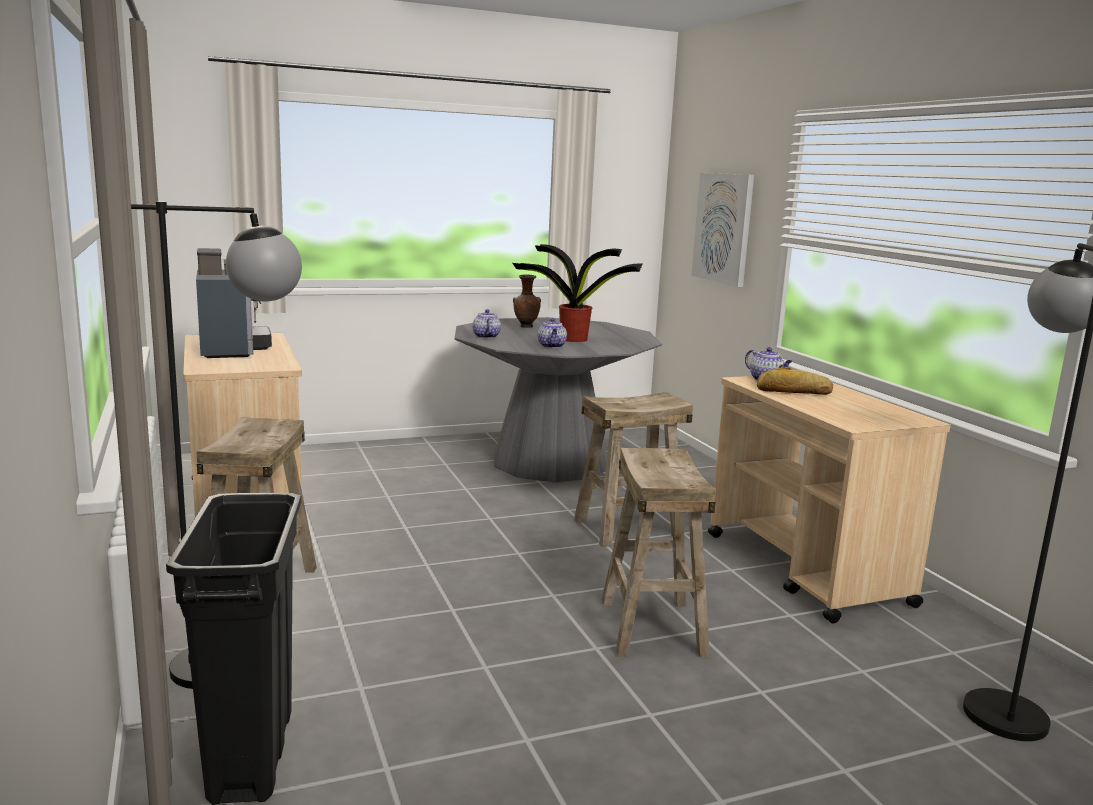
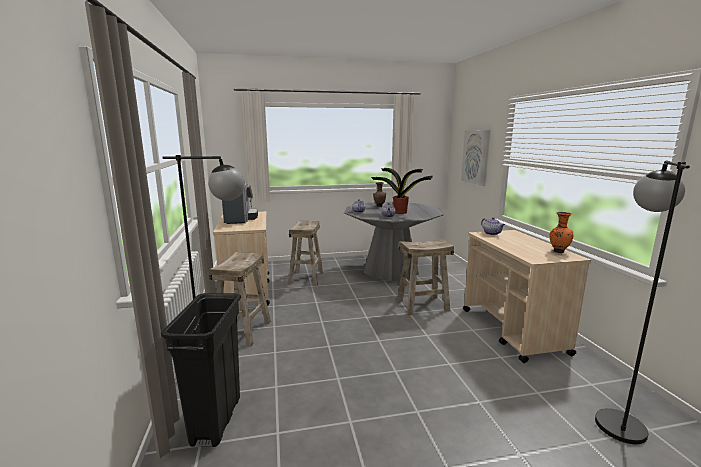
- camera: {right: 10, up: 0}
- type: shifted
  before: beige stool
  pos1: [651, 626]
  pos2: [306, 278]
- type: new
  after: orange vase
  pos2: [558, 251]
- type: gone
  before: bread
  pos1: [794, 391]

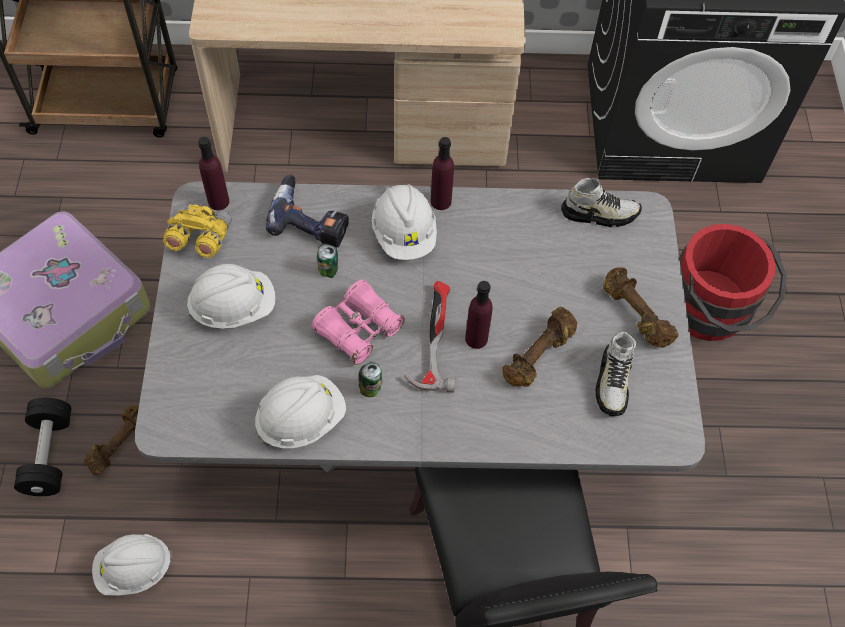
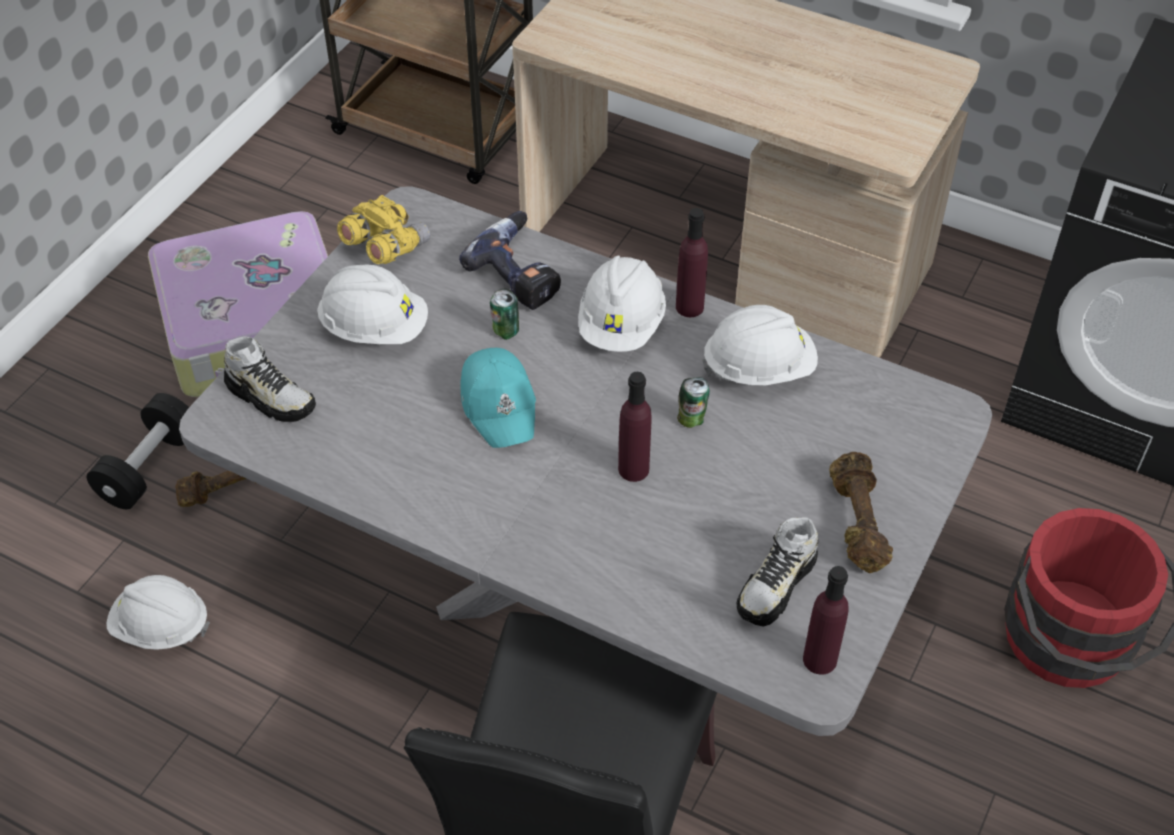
- camera: {right: 30, up: -10}
- type: shifted
  before: shoe
  pos1: [599, 213]
  pos2: [271, 397]
- type: swapped
  before: pink binoculars
  after: turquoise cap
  pos1: [358, 329]
  pos2: [500, 404]
- type: shifted
  before: can
  pos1: [371, 389]
  pos2: [691, 420]
- type: shifted
  before: white hard hat
  pos1: [301, 419]
  pos2: [759, 368]
- type: shifted
  before: purple bottle
  pos1: [218, 201]
  pos2: [819, 659]
- type: gone
  before: hammer
  pos1: [433, 338]
- type: gone
  before: brown dumbbell
  pos1: [539, 356]

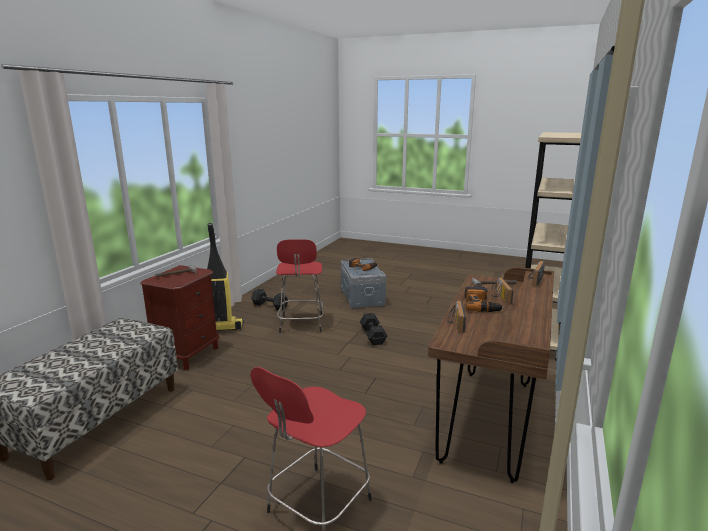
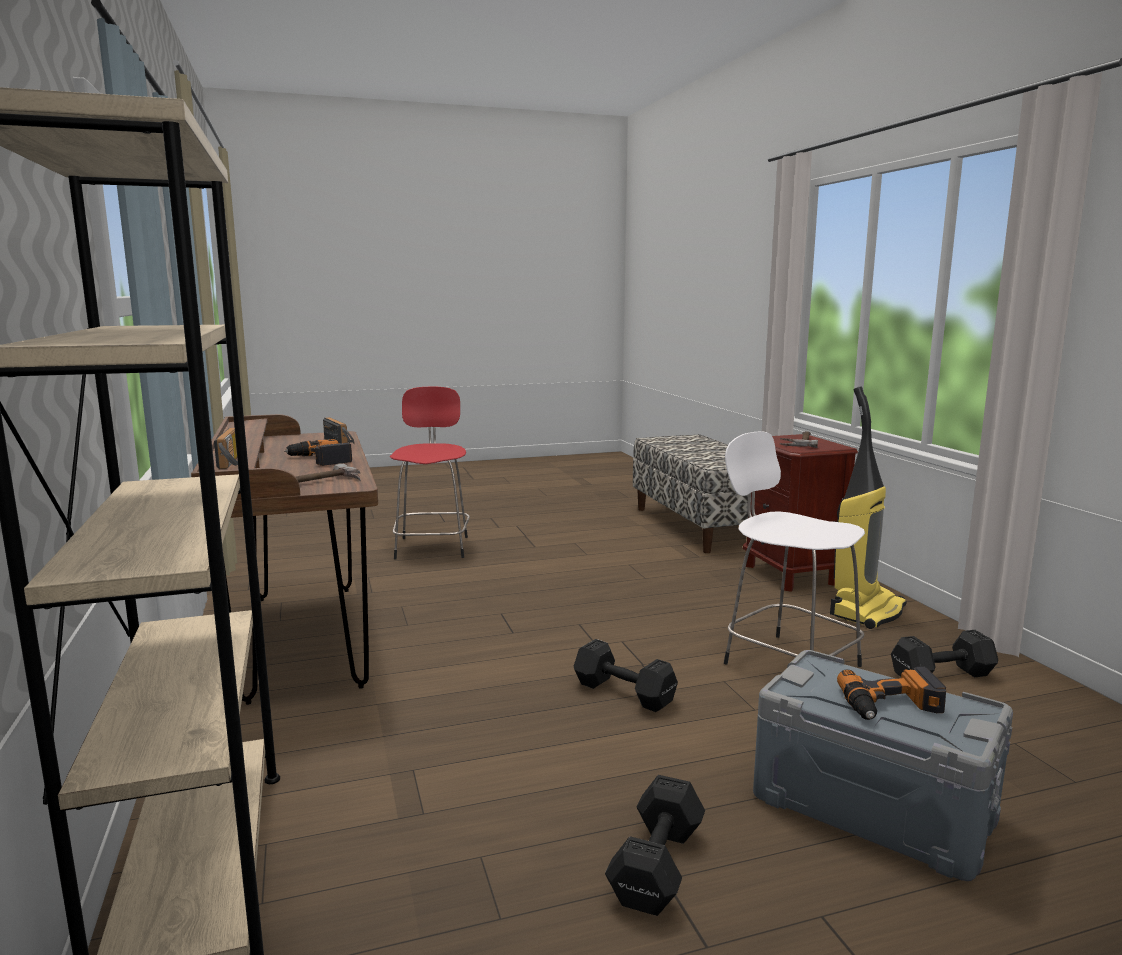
- camera: {right: 140, up: -5}
- type: new
  after: black dumbbell
  pos2: [654, 868]
- type: repainted
  before: red stool
  after: white stool
  pos1: [301, 324]
  pos2: [787, 663]
- type: gone
  before: radio
  pos1: [499, 297]

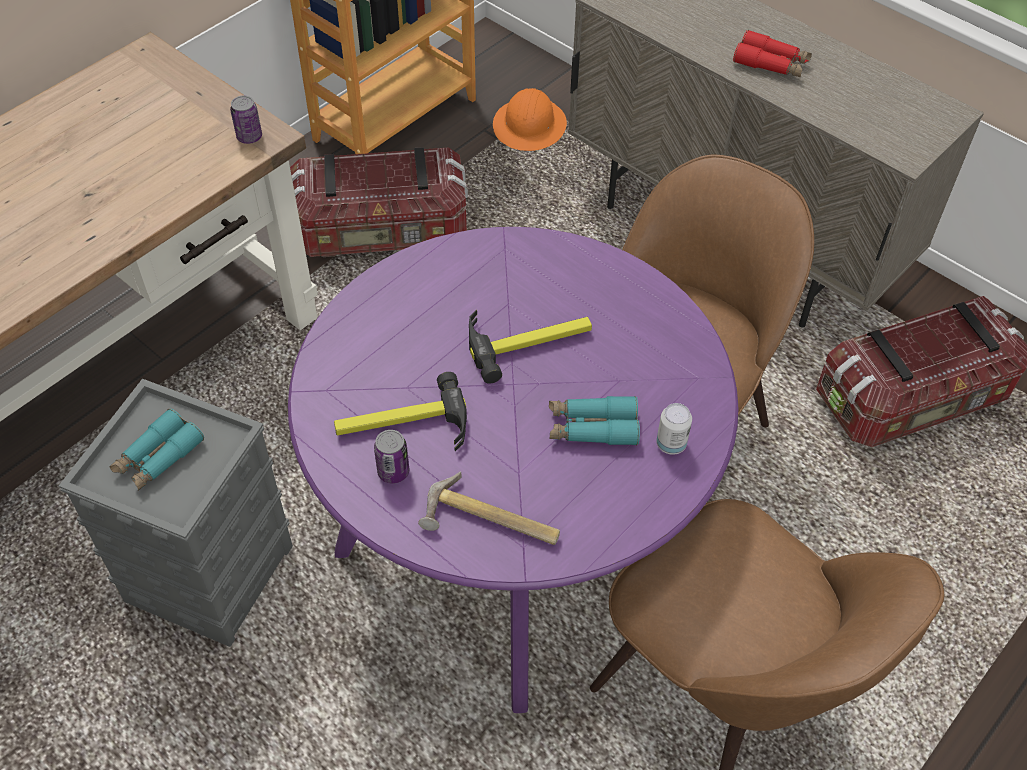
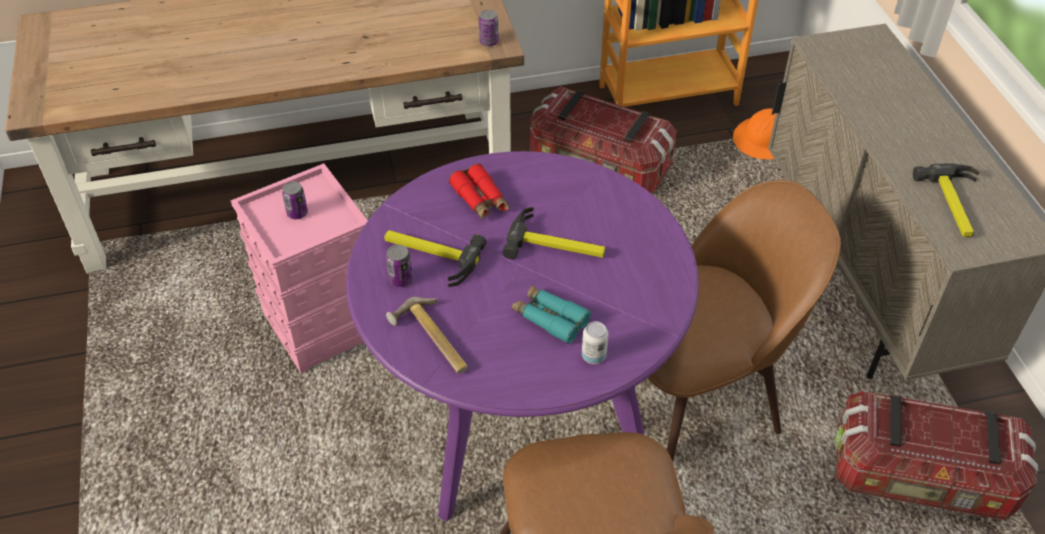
- camera: {right: 35, up: -5}
- type: repainted
  before: grey storage box
  after: pink storage box
  pos1: [209, 573]
  pos2: [324, 324]
- type: swapped
  before: turquoise binoculars
  after: can
  pos1: [158, 457]
  pos2: [297, 213]
- type: shifted
  before: red binoculars
  pos1: [771, 63]
  pos2: [480, 199]
- type: new
  after: hammer
  pos2: [955, 205]

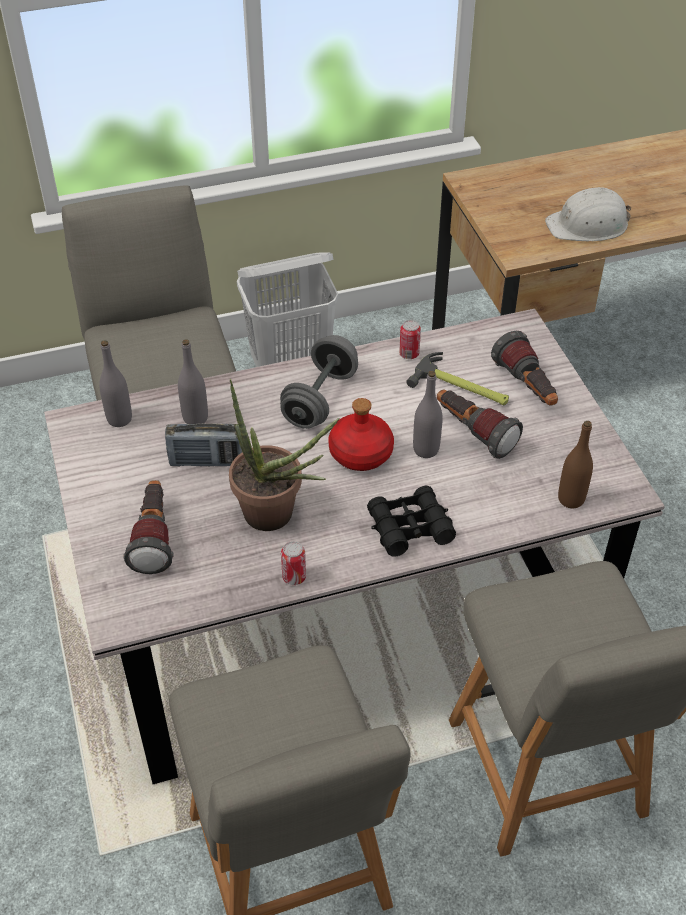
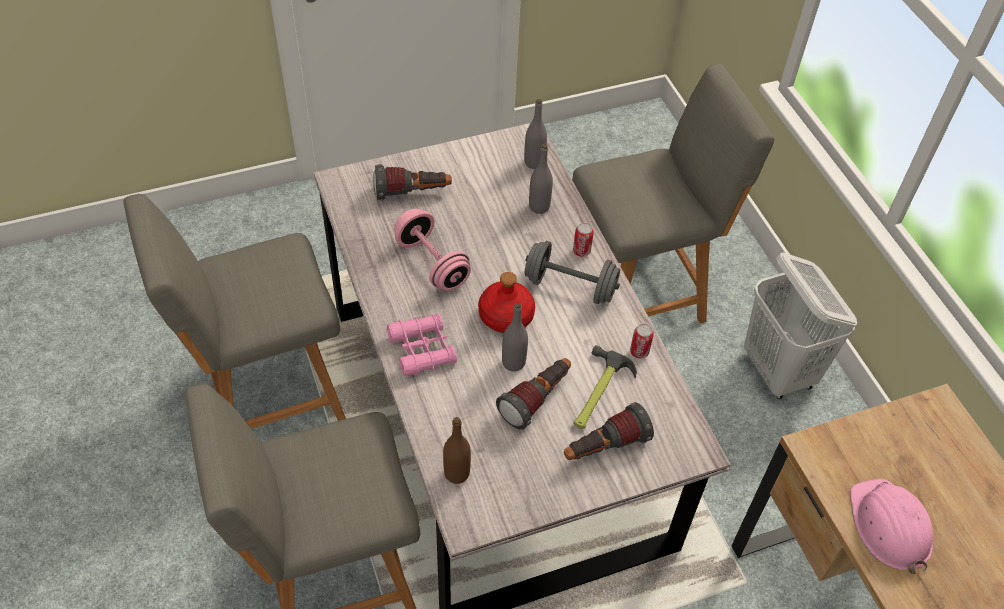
- camera: {right: 85, up: 5}
- type: repainted
  before: black binoculars
  after: pink binoculars
  pos1: [409, 527]
  pos2: [422, 349]
- type: swapped
  before: potted plant
  after: pink dumbbell
  pos1: [277, 518]
  pos2: [432, 263]
- type: shifted
  before: can
  pos1: [294, 577]
  pos2: [581, 251]
- type: repainted
  before: white hard hat
  after: pink hard hat
  pos1: [588, 225]
  pos2: [889, 526]
- type: gone
  before: radio
  pos1: [209, 461]

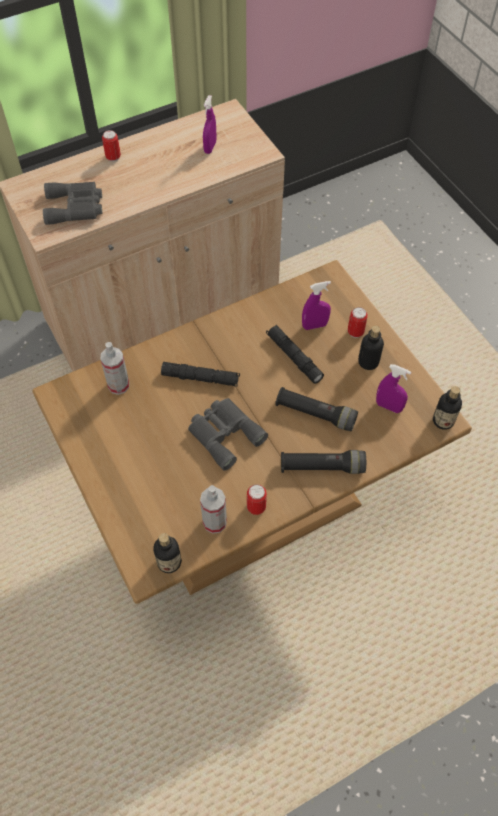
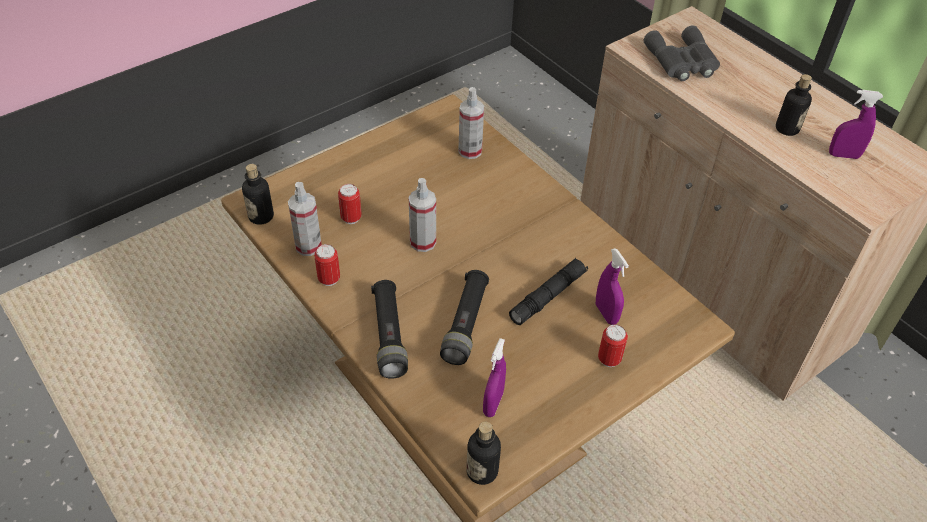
- camera: {right: 80, up: -10}
- type: shifted
  before: can
  pos1: [113, 157]
  pos2: [351, 218]
- type: swapped
  before: grey binoculars
  after: spray bottle
  pos1: [224, 433]
  pos2: [423, 242]
- type: shifted
  before: bottle
  pos1: [368, 362]
  pos2: [787, 129]
- type: gone
  before: black flashlight
  pos1: [200, 378]

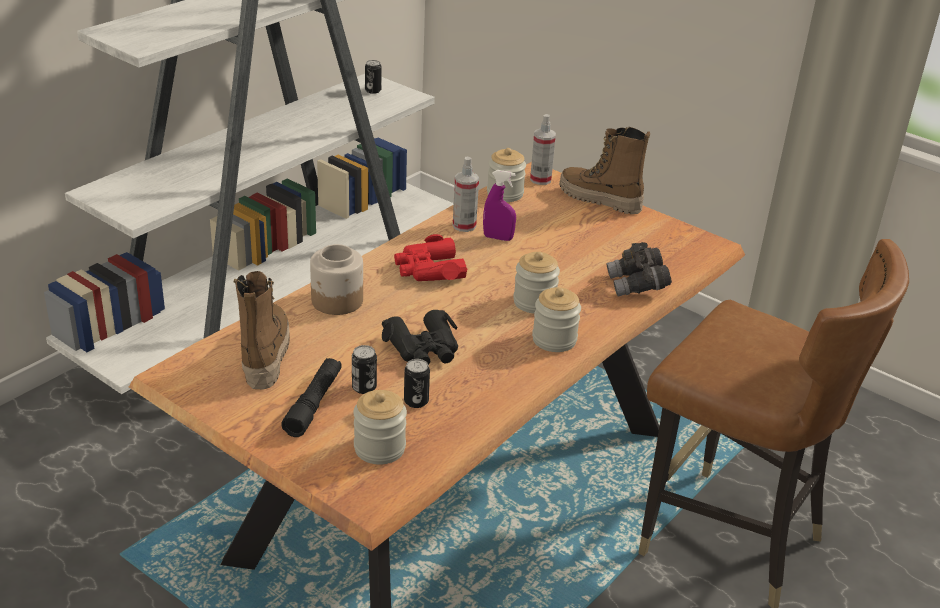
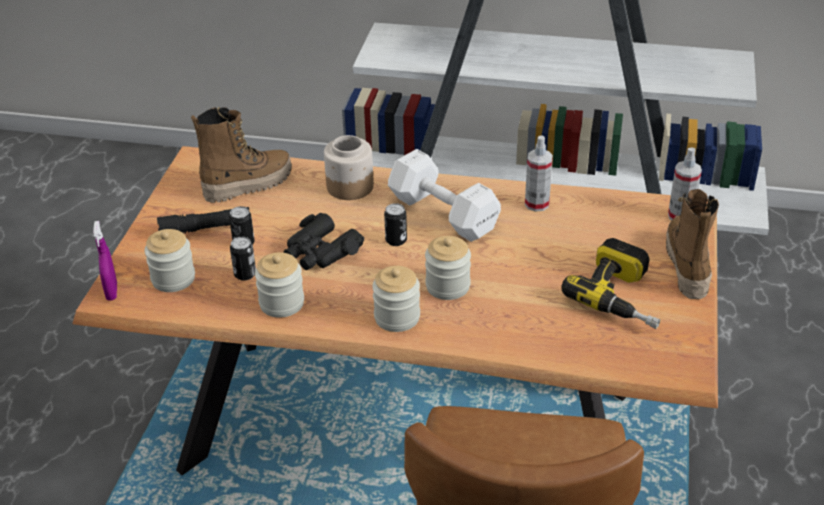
- camera: {right: 65, up: 5}
- type: shifted
  before: purple spray bottle
  pos1: [498, 238]
  pos2: [112, 292]
- type: shifted
  before: jar
  pos1: [505, 194]
  pos2: [282, 303]
- type: shifted
  before: can
  pos1: [373, 90]
  pos2: [396, 240]
- type: swapped
  before: red binoculars
  after: white dumbbell
  pos1: [429, 270]
  pos2: [442, 212]
- type: new
  after: power drill
  pos2: [623, 296]
- type: gone
  before: grey binoculars
  pos1: [637, 286]

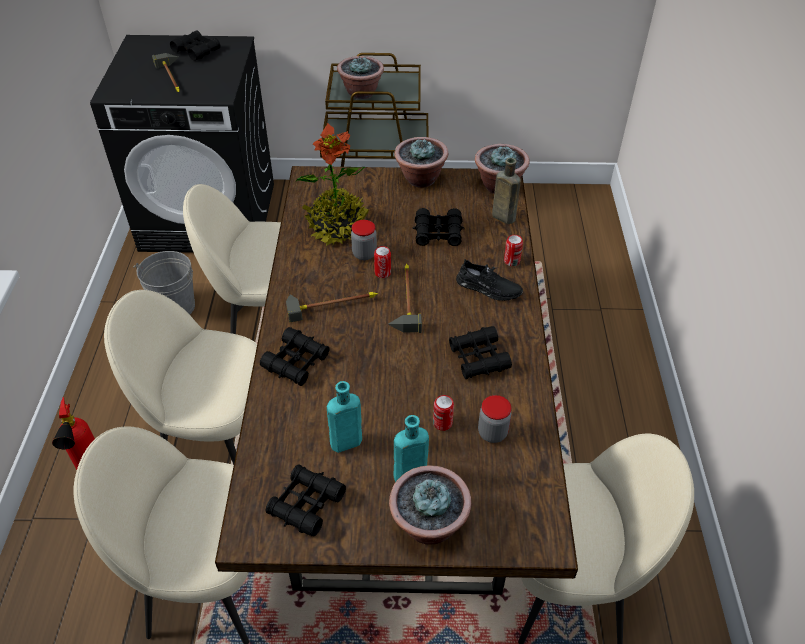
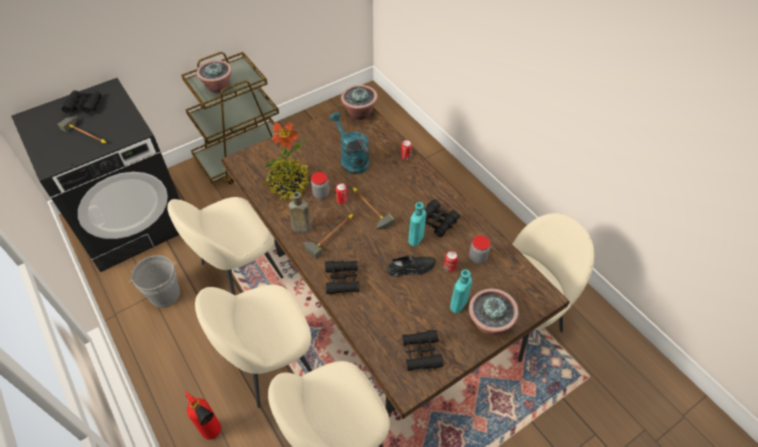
- camera: {right: -35, up: 5}
- type: shifted
  before: brown bottle
  pos1: [502, 216]
  pos2: [300, 228]
- type: swapped
  before: black binoculars
  after: turquoise watering can
  pos1: [438, 233]
  pos2: [351, 159]
- type: shifted
  before: black shoe
  pos1: [488, 288]
  pos2: [411, 268]
- type: shifted
  before: turquoise bottle
  pos1: [344, 443]
  pos2: [415, 240]
- type: gone
  before: potted plant
  pos1: [420, 179]

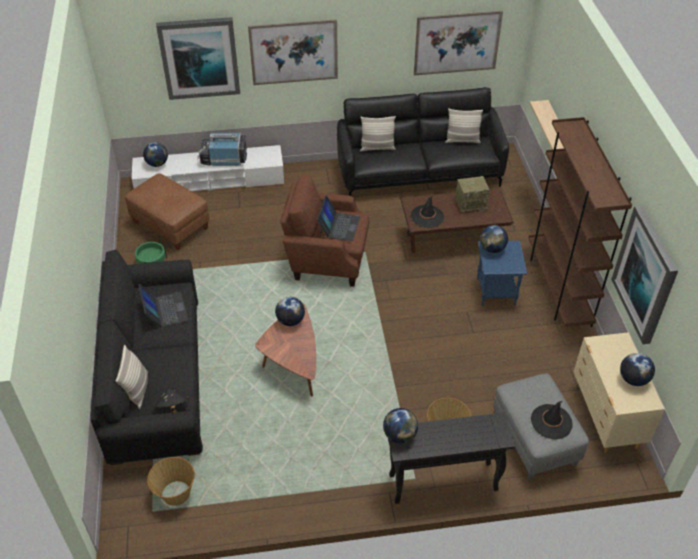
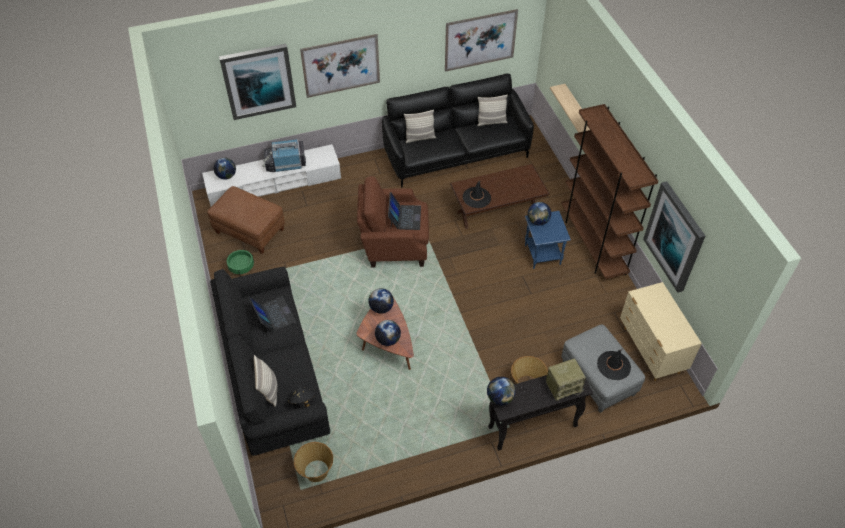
- camera: {right: -10, up: 5}
- type: shifted
  before: globe
  pos1: [633, 379]
  pos2: [388, 340]
- type: shifted
  before: radio
  pos1: [471, 203]
  pos2: [564, 386]

